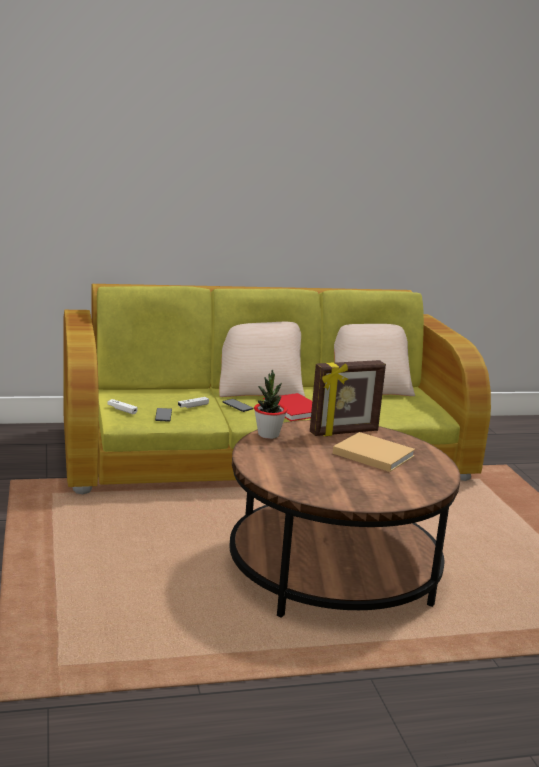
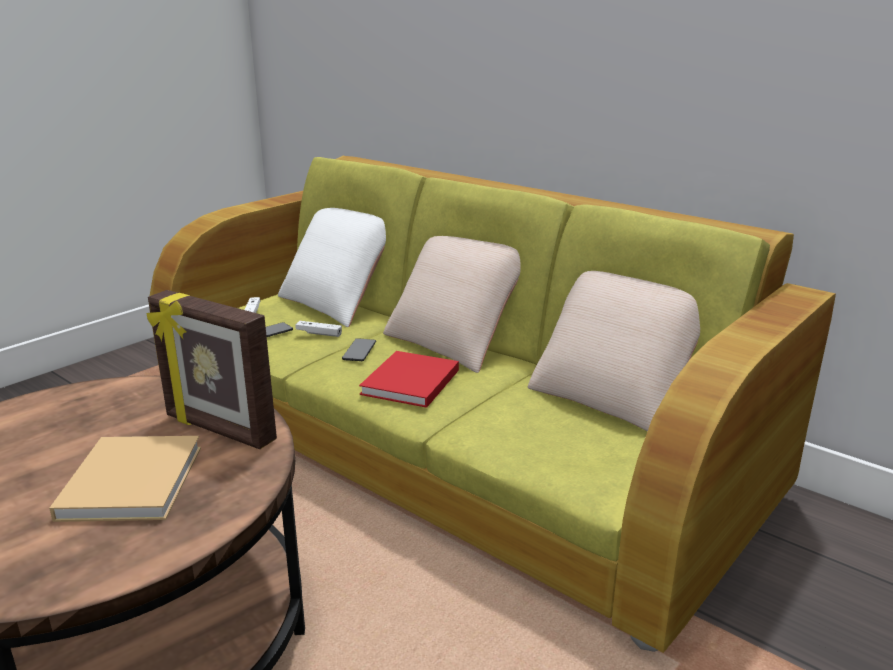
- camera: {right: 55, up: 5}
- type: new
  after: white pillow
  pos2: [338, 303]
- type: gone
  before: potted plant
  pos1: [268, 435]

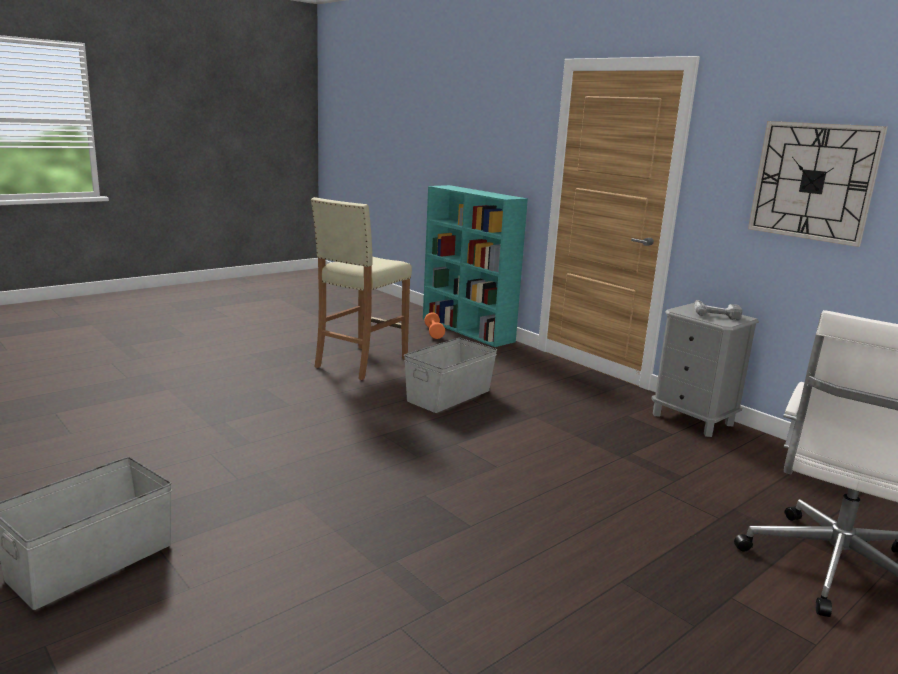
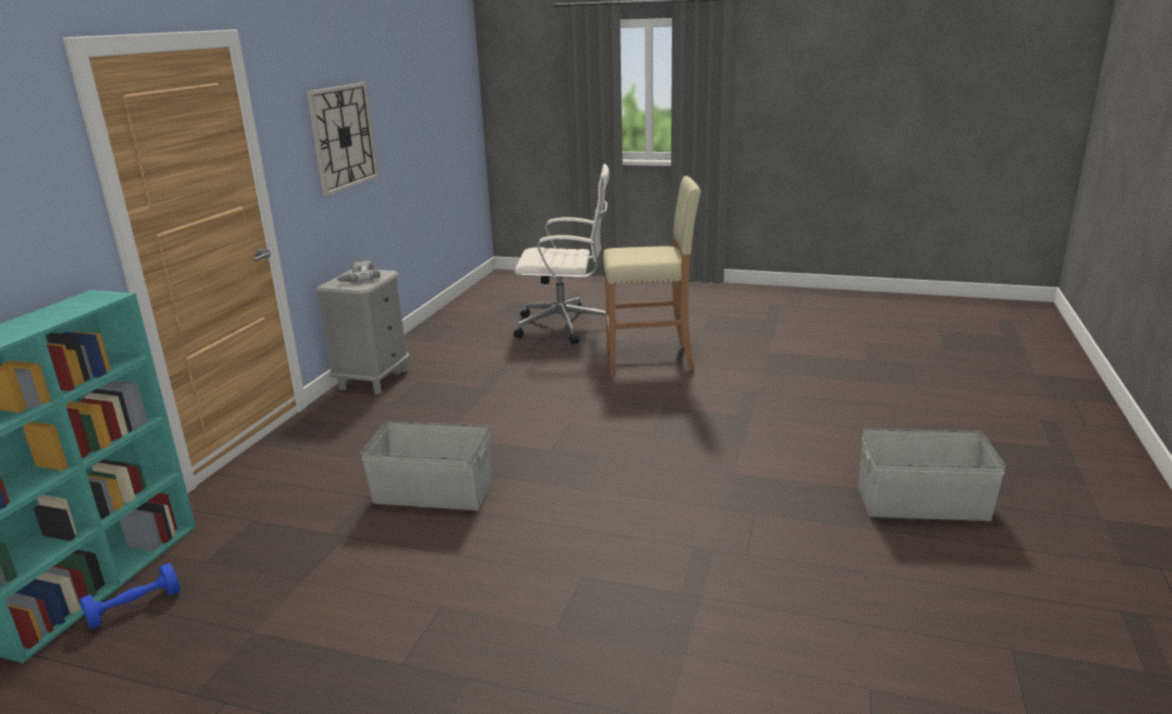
- camera: {right: -120, up: 5}
- type: repainted
  before: orange dumbbell
  after: blue dumbbell
  pos1: [434, 332]
  pos2: [135, 608]
- type: shifted
  before: beige stool
  pos1: [360, 363]
  pos2: [650, 359]

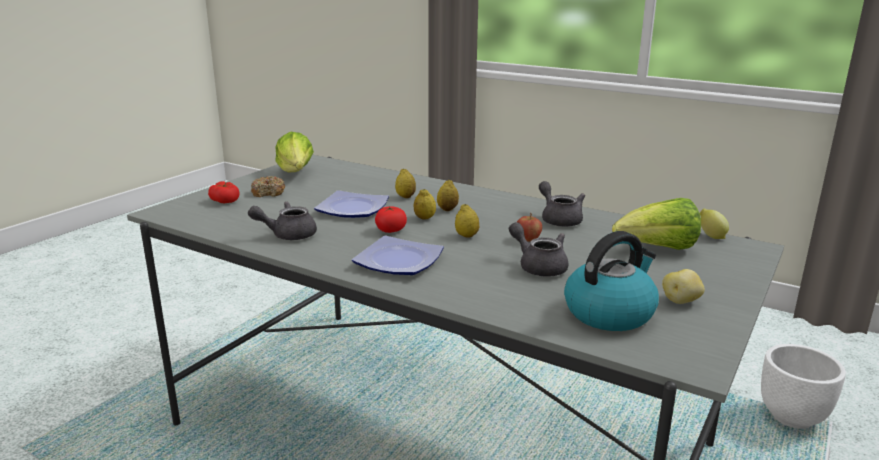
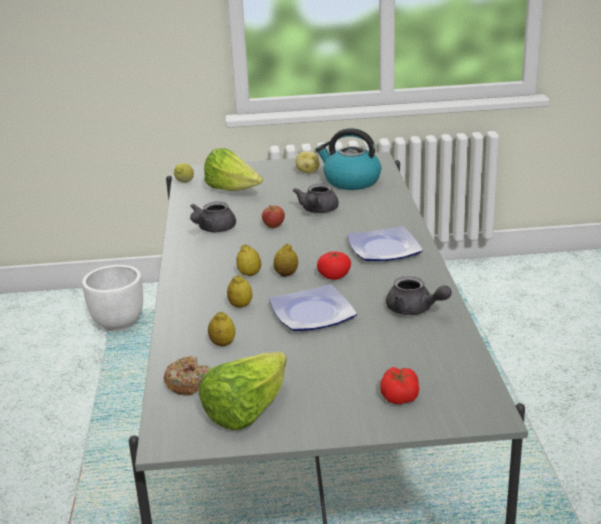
- camera: {right: -125, up: 5}
- type: shifted
  before: donut
  pos1: [268, 192]
  pos2: [188, 383]
- type: shifted
  before: lemon
  pos1: [466, 236]
  pos2: [222, 344]

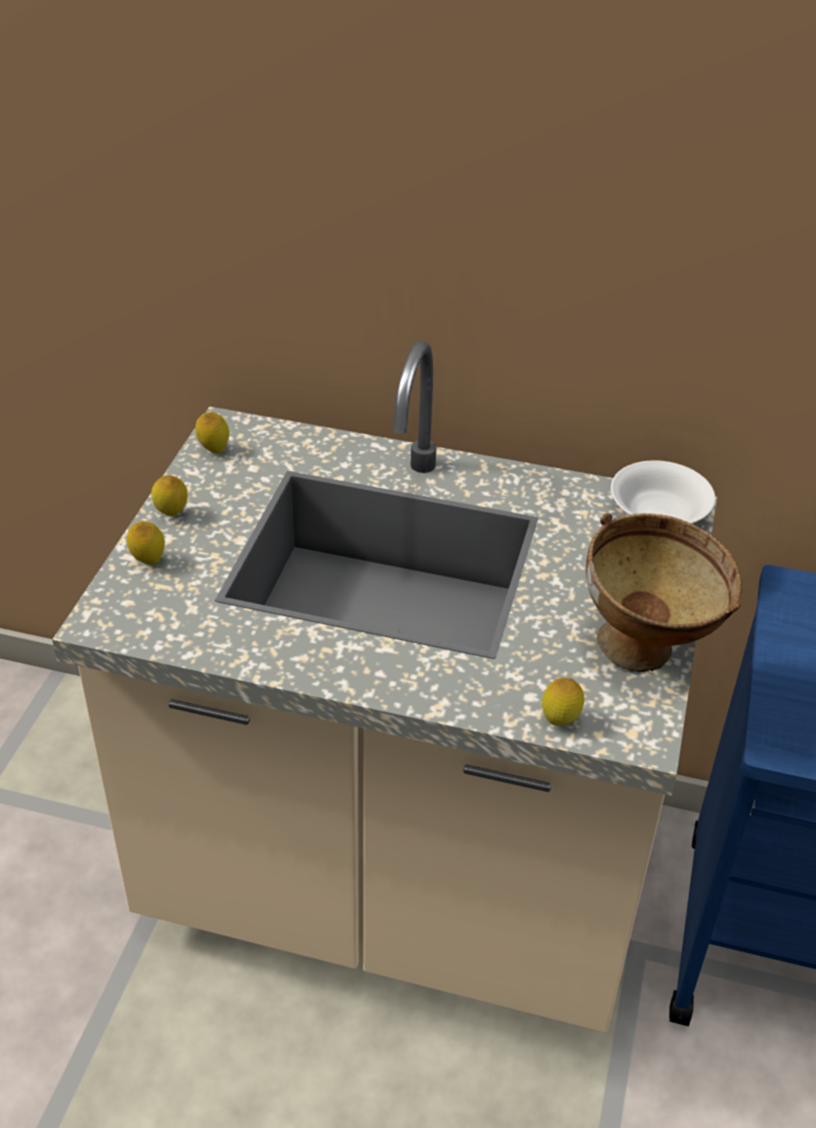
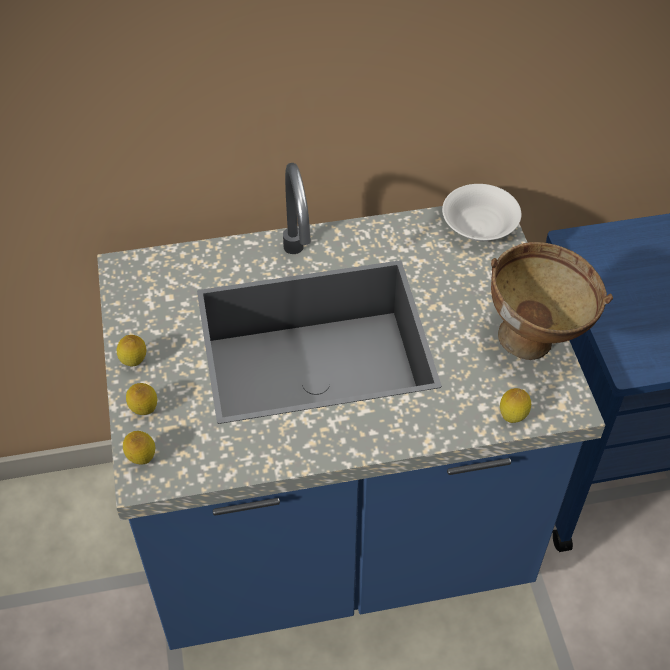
- camera: {right: -25, up: 10}
- type: repainted
  before: beige counter
  after: blue counter
  pos1: [398, 883]
  pos2: [335, 536]
- type: shifted
  before: lemon
  pos1: [214, 450]
  pos2: [142, 459]

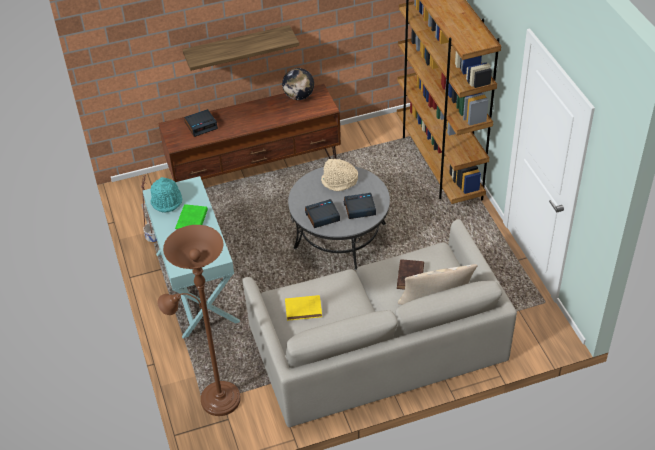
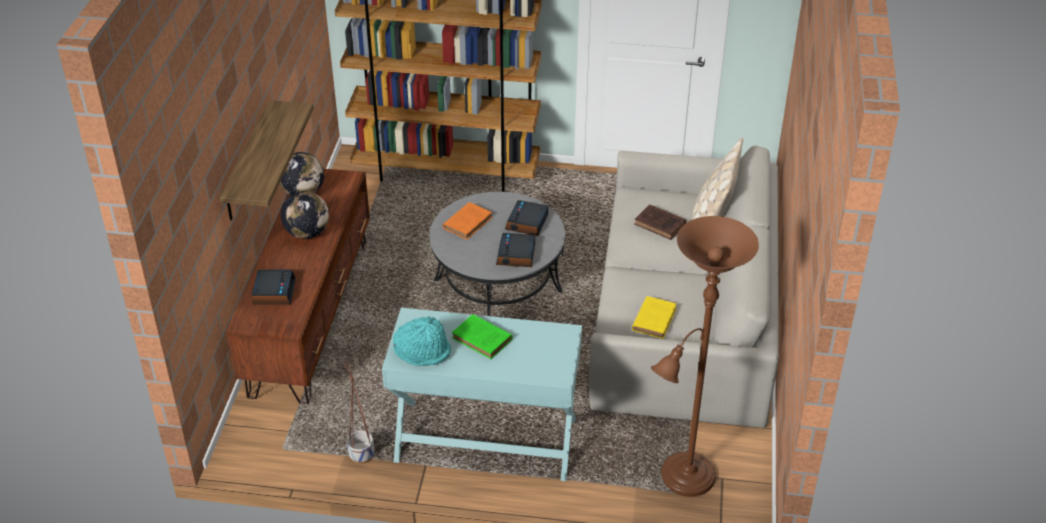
- camera: {right: -65, up: -5}
- type: new
  after: globe
  pos2: [307, 233]
- type: swapped
  before: beige hat
  after: orange book
  pos1: [339, 181]
  pos2: [468, 222]

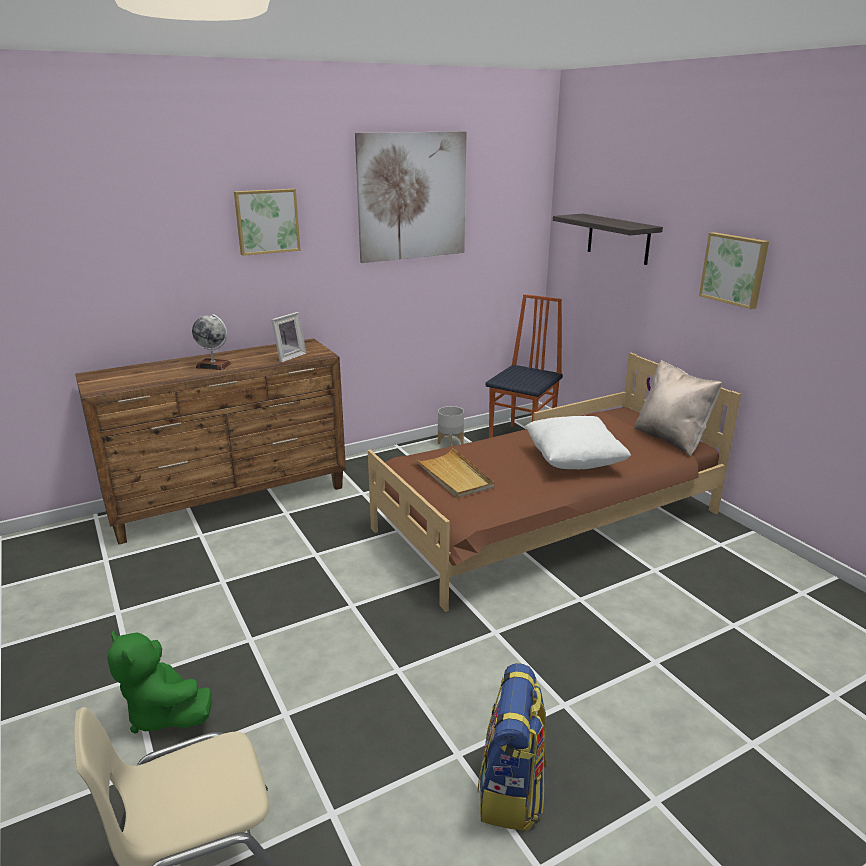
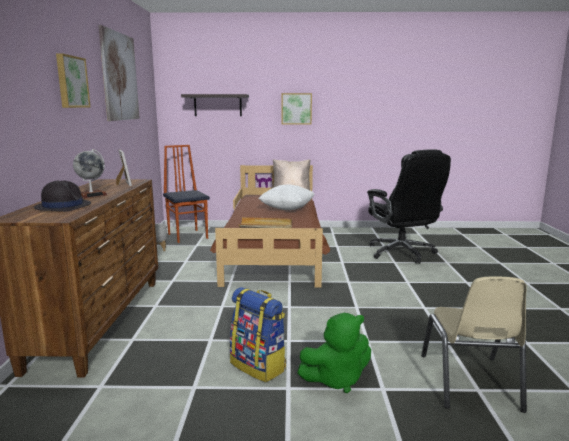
- camera: {right: -60, up: -10}
- type: new
  after: black hat
  pos2: [63, 206]
- type: shifted
  before: backpack
  pos1: [512, 791]
  pos2: [259, 366]
- type: new
  after: black office chair
  pos2: [402, 253]

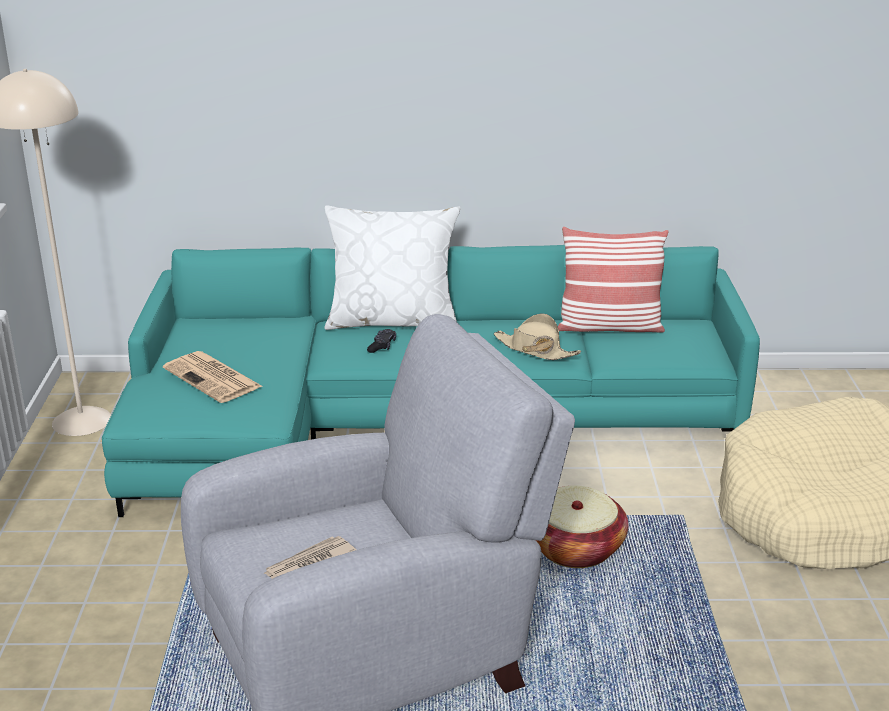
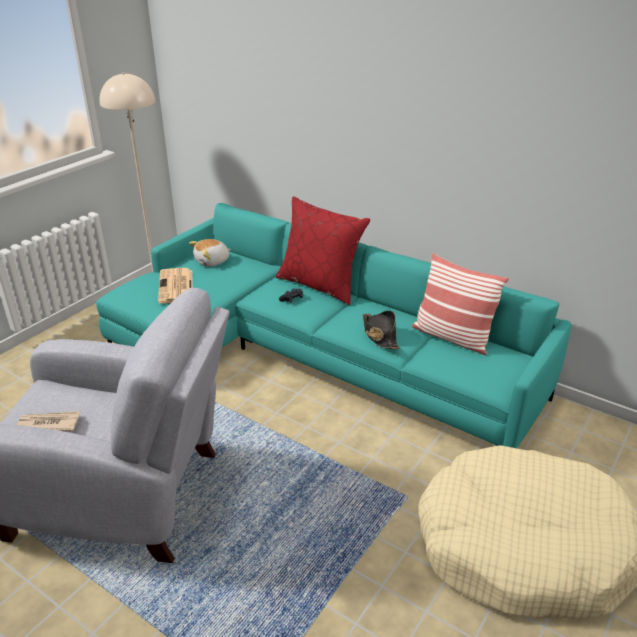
- camera: {right: 35, up: 5}
- type: new
  after: plush toy
  pos2: [212, 262]
- type: repainted
  before: white pillow
  after: red pillow
  pos1: [393, 321]
  pos2: [320, 285]
- type: repainted
  before: beige hat
  after: black hat
  pos1: [535, 349]
  pos2: [379, 335]
- type: gone
  before: basket
  pos1: [575, 548]

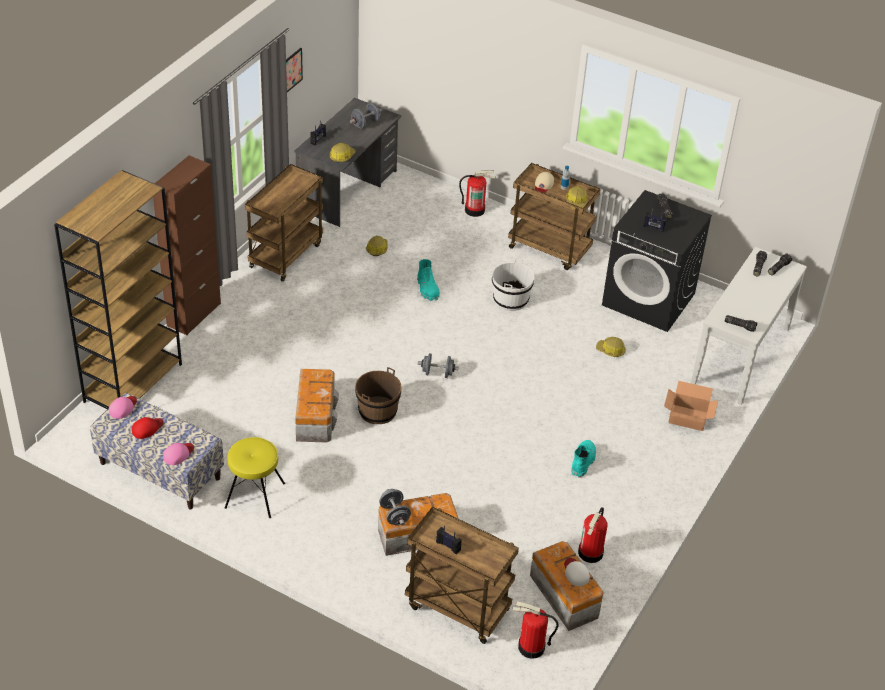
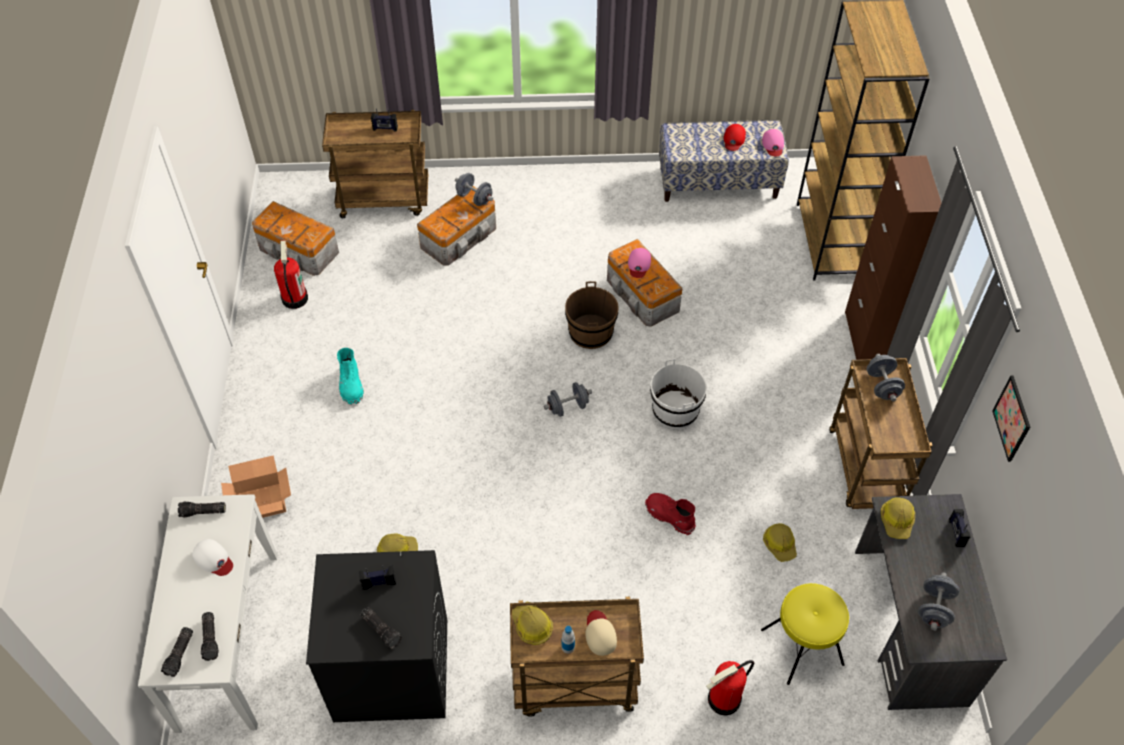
- camera: {right: 150, up: 10}
- type: shifted
  before: white cap
  pos1: [575, 573]
  pos2: [213, 559]
- type: shifted
  before: pink cap
  pos1: [178, 454]
  pos2: [639, 264]
- type: repainted
  before: turquoise boot
  after: red boot
  pos1: [427, 289]
  pos2: [669, 516]
- type: shifted
  before: white bucket
  pos1: [510, 299]
  pos2: [675, 410]
- type: shifted
  before: yellow stool
  pos1: [255, 496]
  pos2: [801, 646]
- type: new
  after: grey dumbbell
  pos2: [882, 386]
- type: gone
  before: fire extinguisher
  pos1: [531, 647]

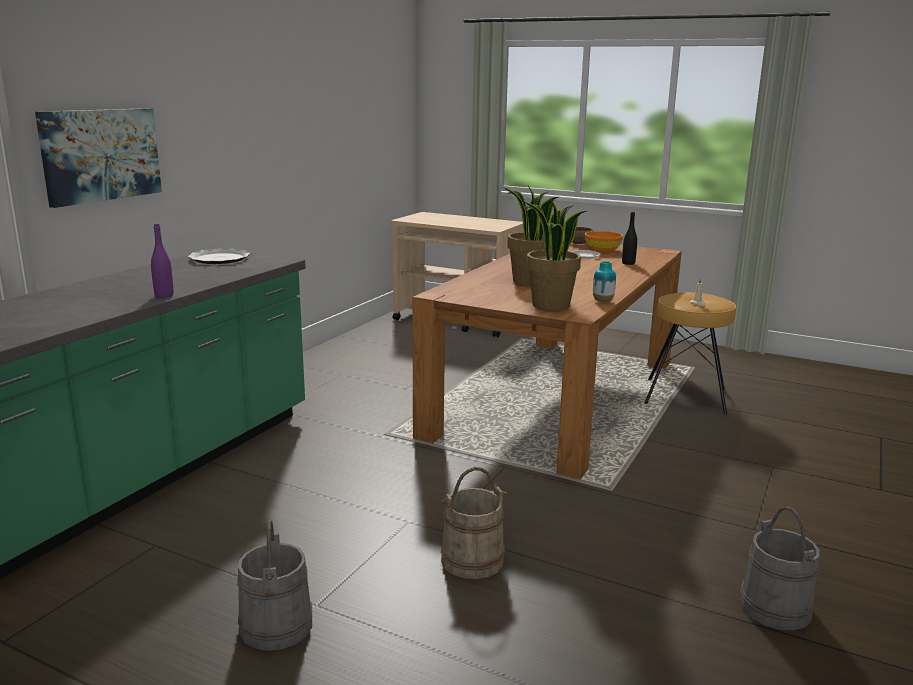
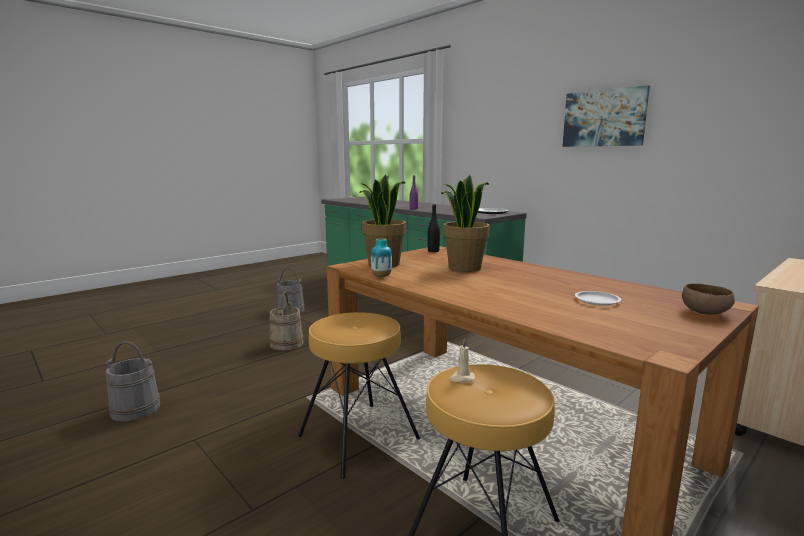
- camera: {right: 110, up: -5}
- type: new
  after: brown stool
  pos2: [358, 437]
- type: shifted
  before: black bottle
  pos1: [628, 263]
  pos2: [433, 251]
- type: shifted
  before: picture
  pos1: [101, 155]
  pos2: [604, 118]
- type: gone
  before: orange bowl
  pos1: [602, 250]

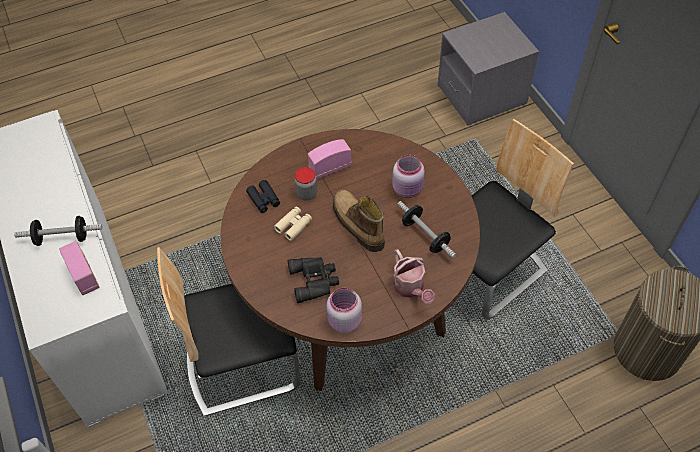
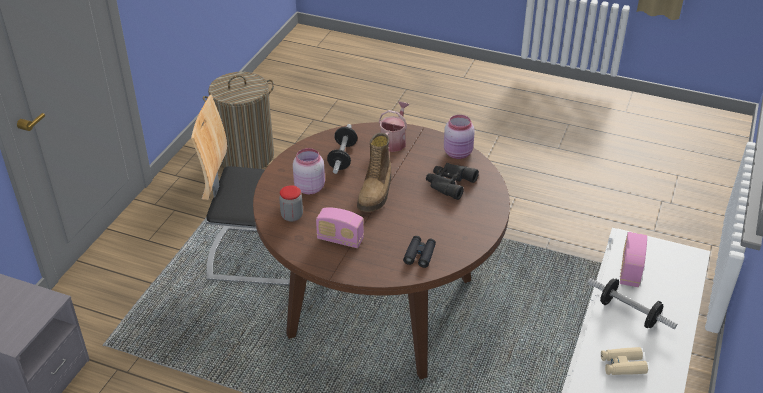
- camera: {right: -135, up: -15}
- type: shifted
  before: jar
  pos1: [307, 194]
  pos2: [292, 216]
- type: shifted
  before: beige binoculars
  pos1: [293, 226]
  pos2: [622, 365]
- type: gone
  before: chair
  pos1: [242, 363]

